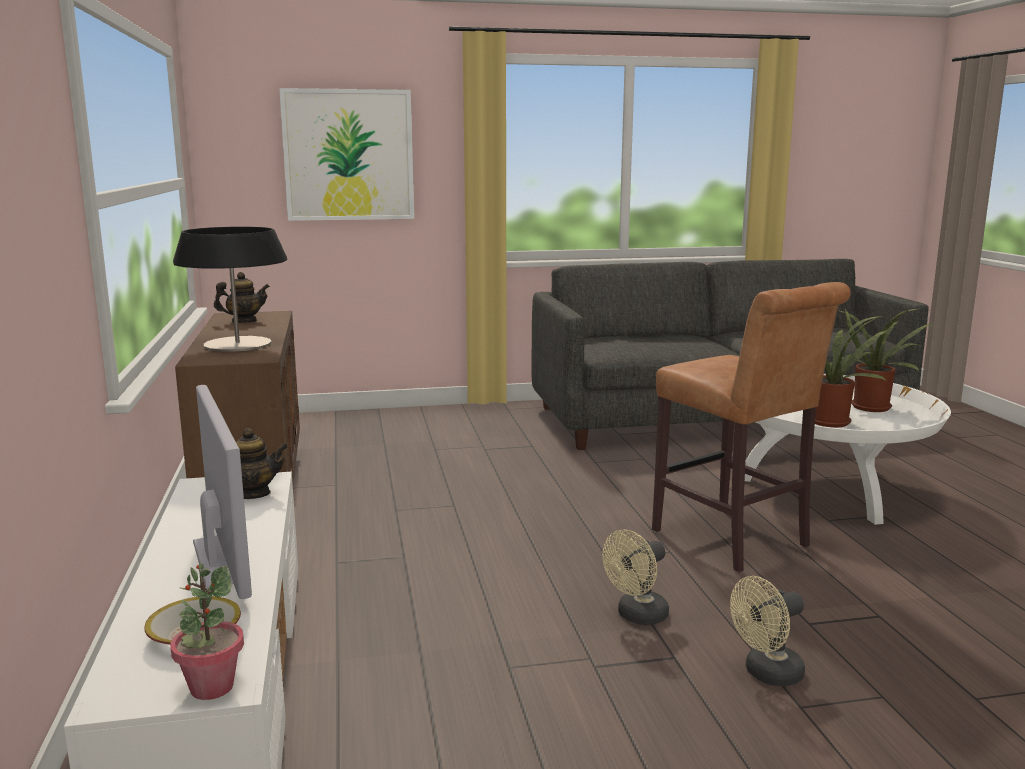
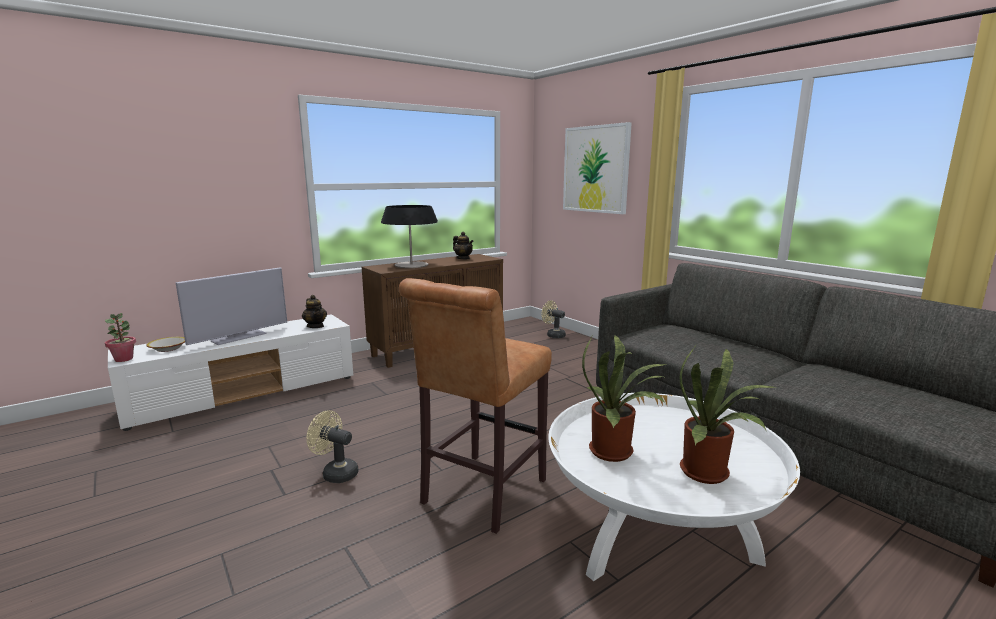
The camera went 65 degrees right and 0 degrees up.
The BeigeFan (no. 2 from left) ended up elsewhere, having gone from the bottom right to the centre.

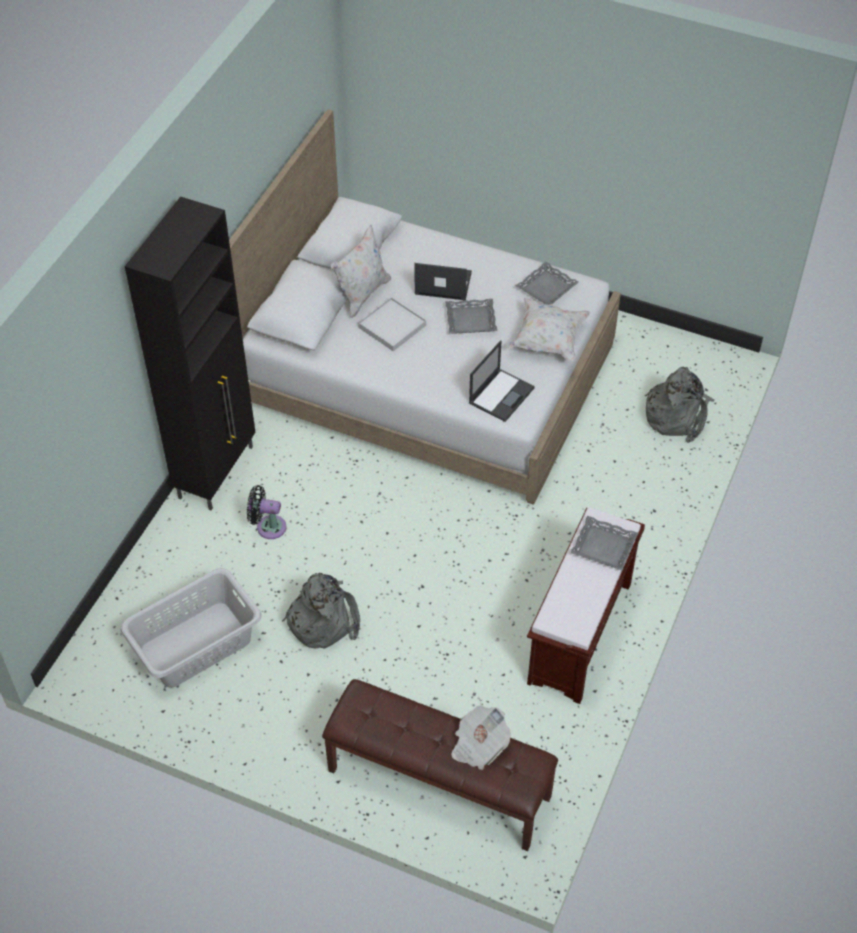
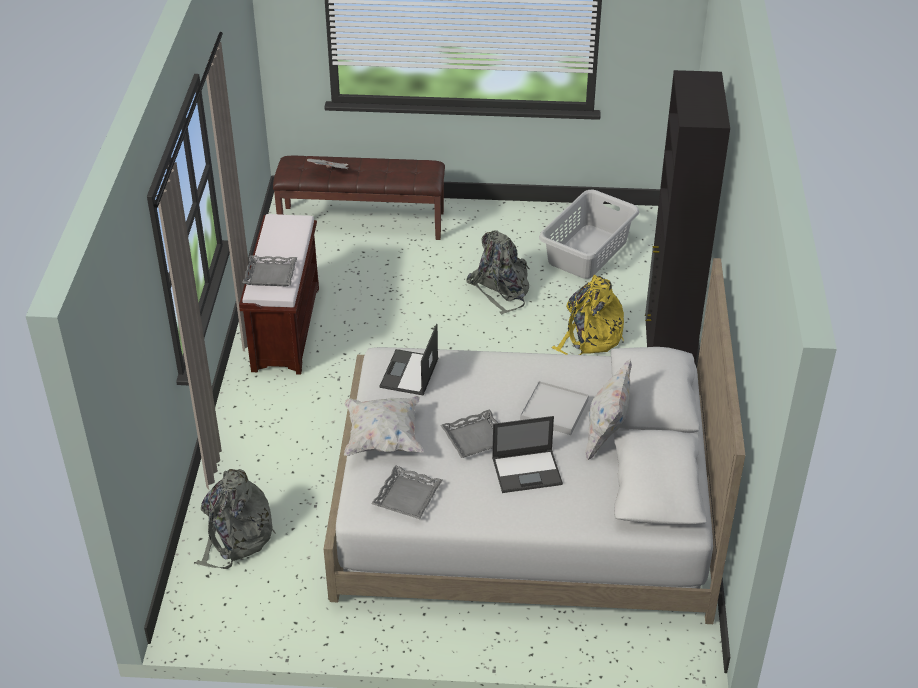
The camera went 160 degrees right and 10 degrees down.
Where the BlackFan stood at the middle left, the YellowBackpack came to stand at the centre.

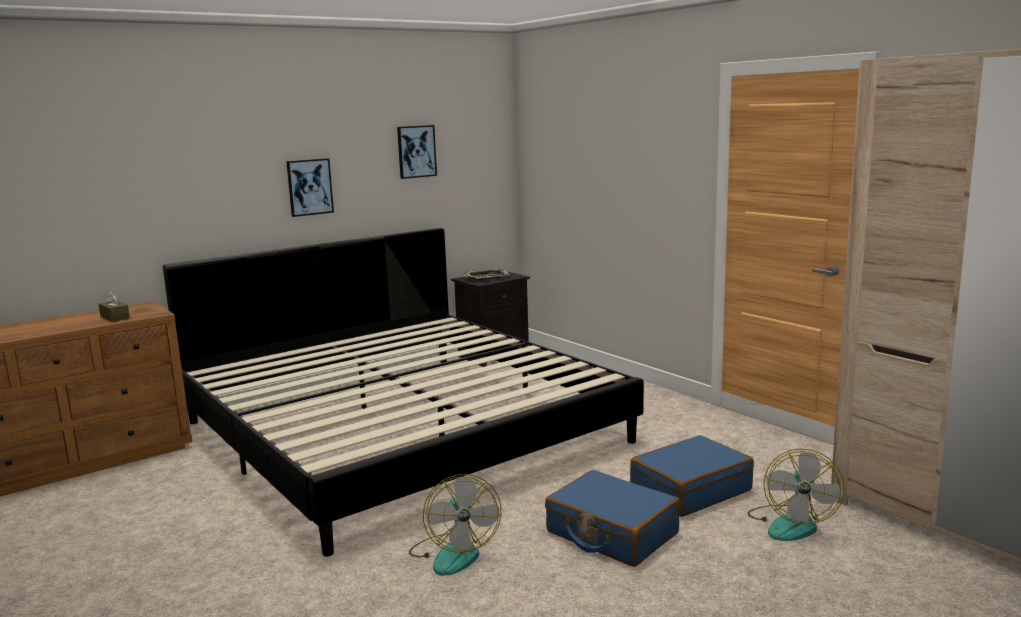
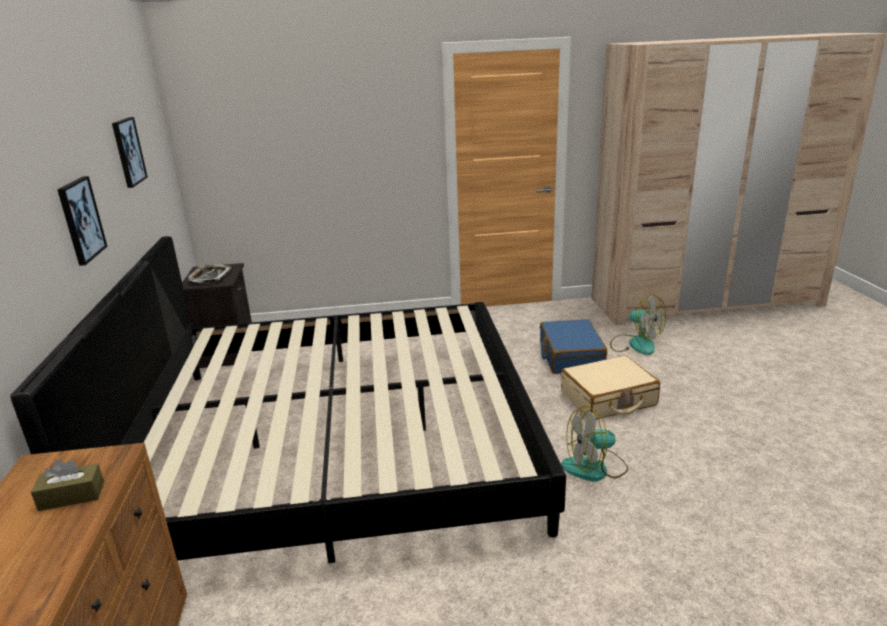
The camera went 60 degrees left and 10 degrees up.
What was the BlueSuitcase (no. 1 from left) at the bottom centre turned into the BeigeSuitcase at the middle right.
The Fan (no. 1 from left) at the bottom centre ended up facing another way, 150 degrees clockwise from before.

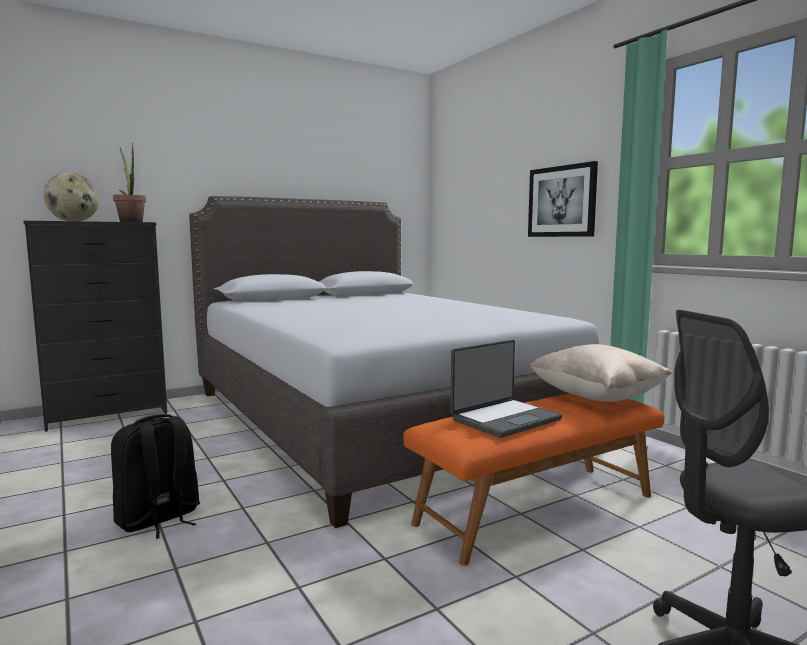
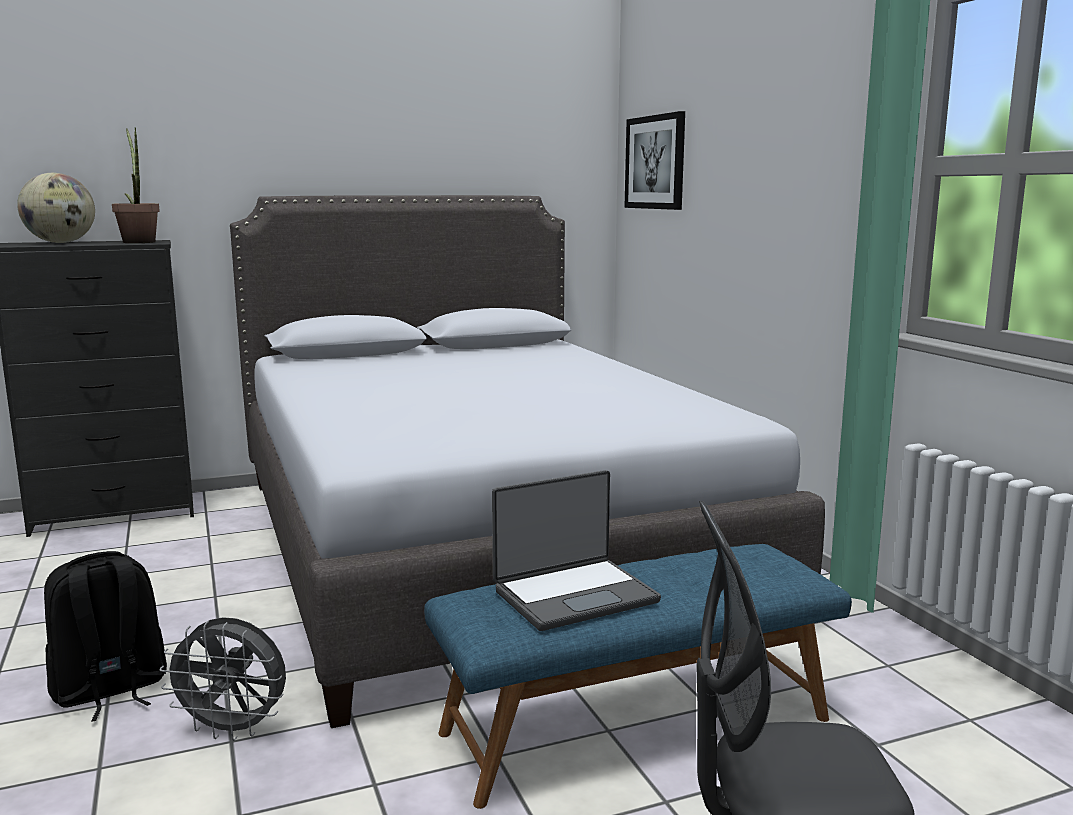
The camera went 10 degrees right and 5 degrees up.
The second view lost the BeigePillow at the middle right.
The second view gained the GreyFan at the bottom left.
The Picture ended up elsewhere, having gone from the top right to the top centre.
What was the OrangeBench at the bottom centre turned into the BlueBench at the bottom centre.

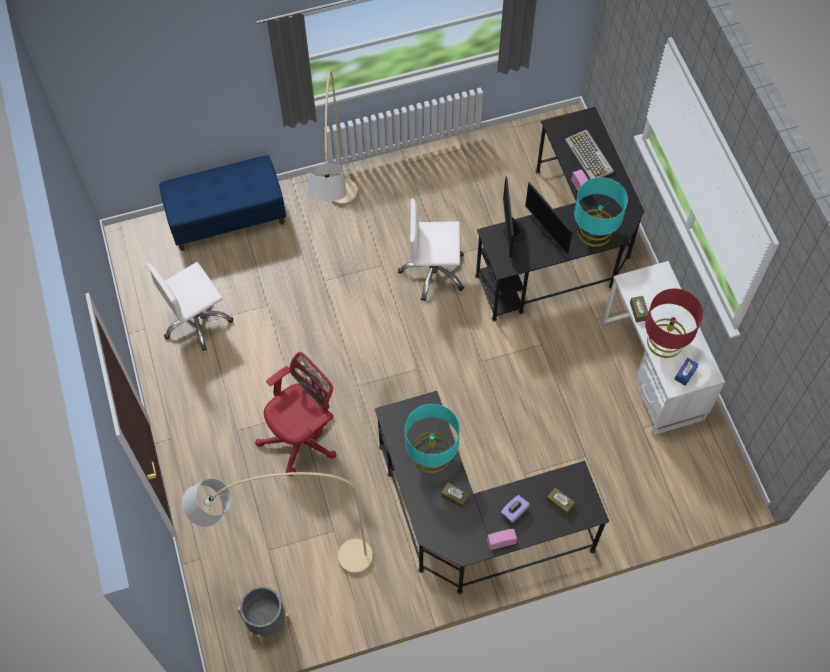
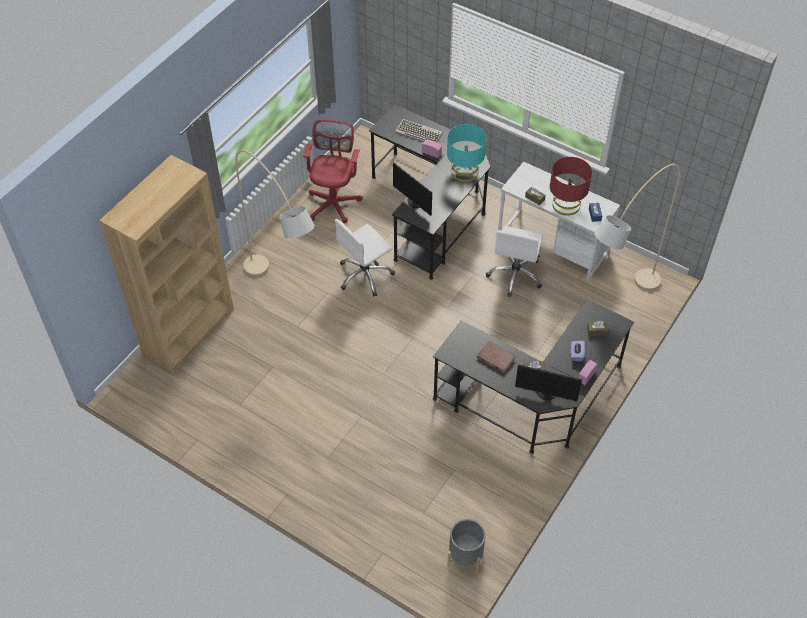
The camera went 40 degrees left and 10 degrees down.
The WhiteOfficeChair (no. 1 from left in the first image) ended up elsewhere, having gone from the middle left to the centre.
The BeigeFloorLamp (no. 1 from left in the first image) ended up elsewhere, having gone from the bottom centre to the middle right.
The RedOfficeChair ended up elsewhere, having gone from the centre to the top centre.
The Monitor (no. 2 from left) ended up elsewhere, having gone from the top centre to the middle right.
Where the BlueBench stood at the top left, the BrownBookcase came to stand at the middle left.
Where the TurquoiseTableLamp (no. 1 from left) stood at the centre, the BrownBook came to stand at the centre.

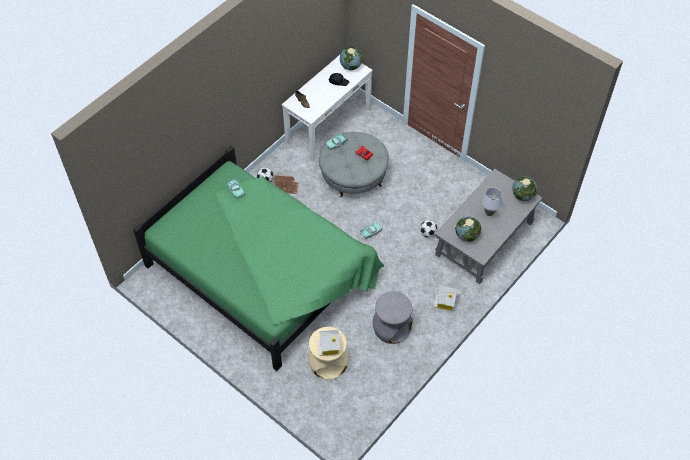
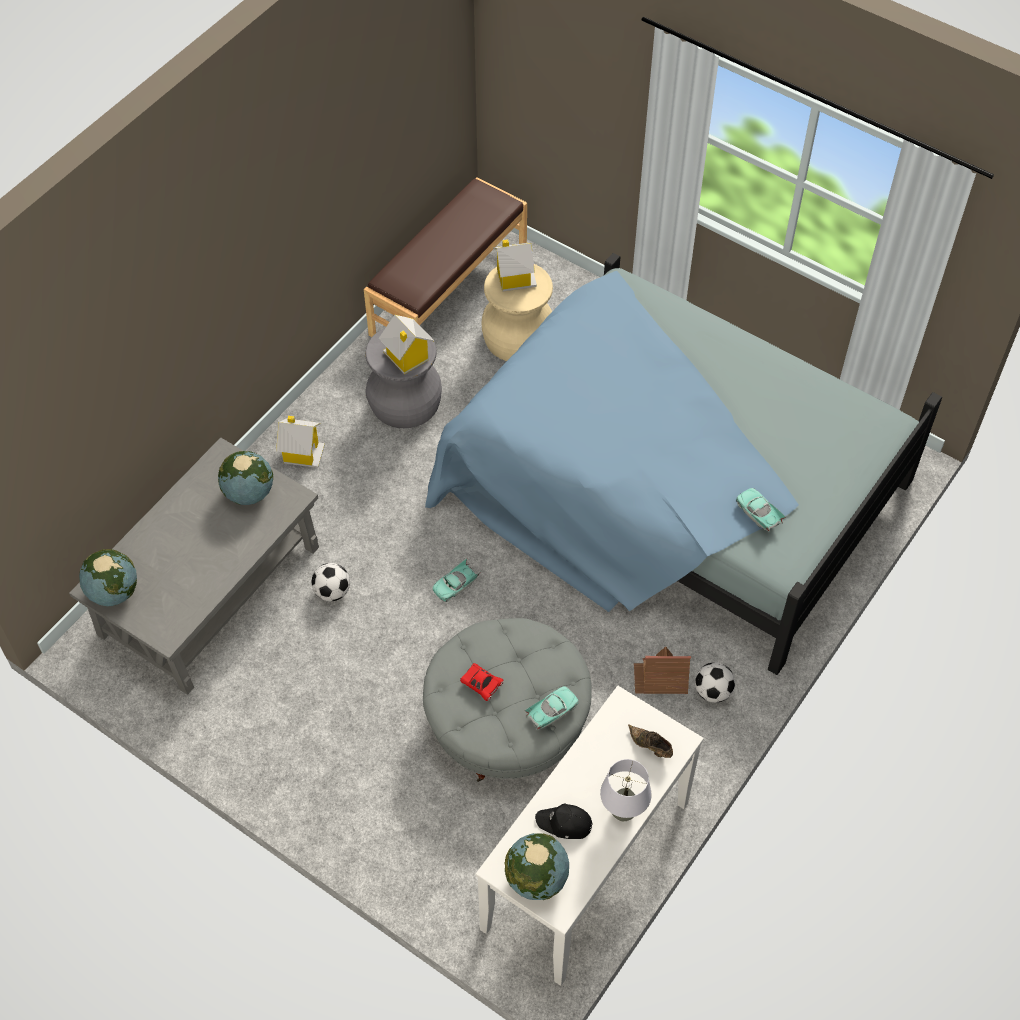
The camera went 175 degrees right and 0 degrees up.
The second view gained the BrownBench at the top centre.
The second view gained the ToyHouse (no. 2 from left) at the centre.
The GreyTableLamp ended up elsewhere, having gone from the middle right to the bottom centre.
What was the GreenBed at the centre turned into the BlueBed at the middle right.

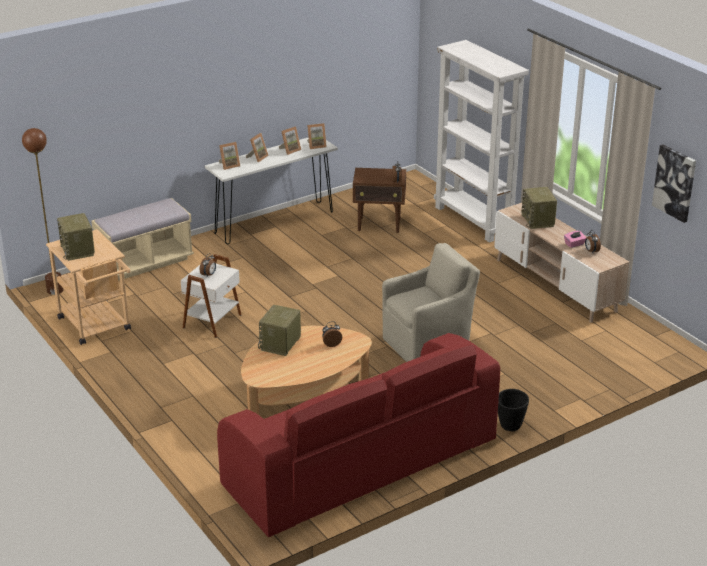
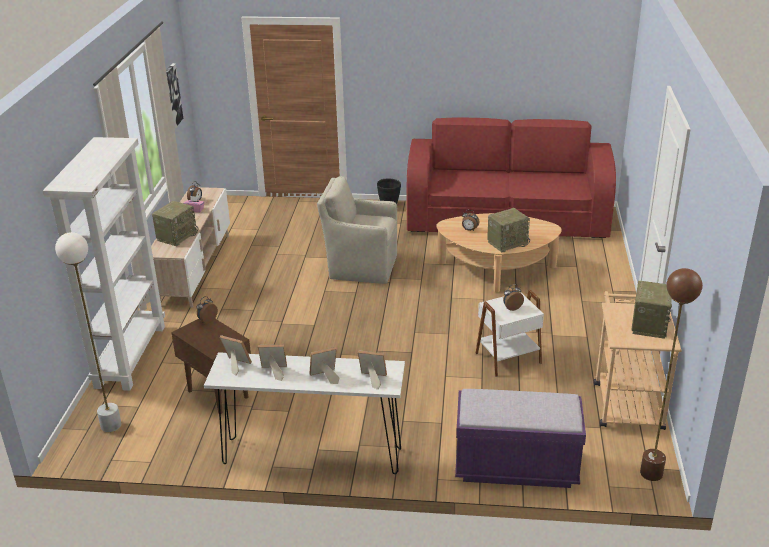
The camera went 140 degrees left and 0 degrees up.
The second view gained the WhiteFloorLamp at the middle left.
What was the BeigeBench at the middle left turned into the PurpleBench at the bottom right.

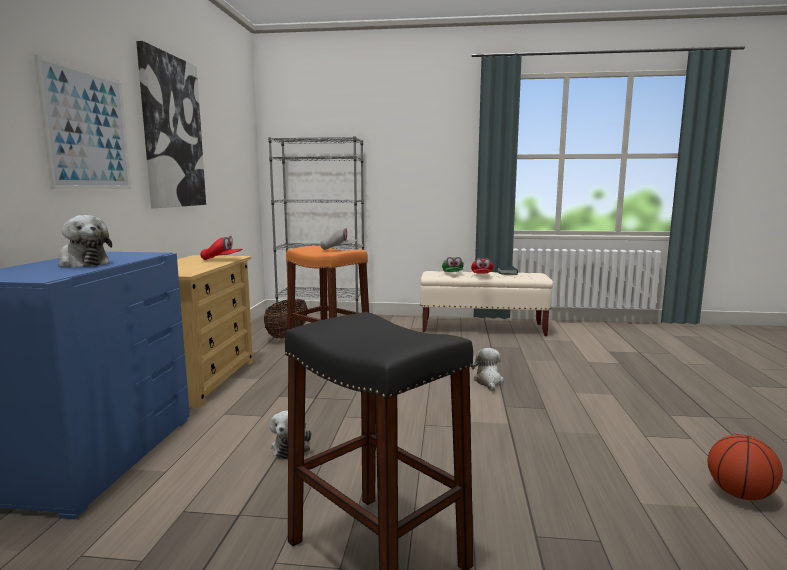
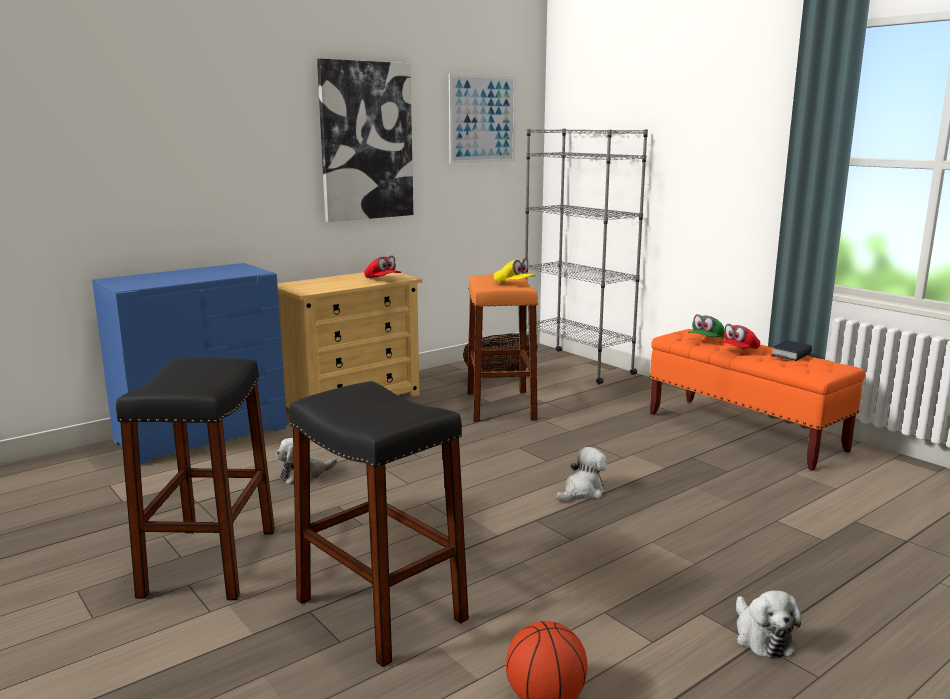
The camera went 45 degrees right and 5 degrees up.
The second view gained the BlackStool (no. 2 from left) at the bottom centre.
The Picture (no. 1 from left in the first image) ended up elsewhere, having gone from the top left to the top centre.
The PlushToy (no. 1 from left in the first image) ended up elsewhere, having gone from the middle left to the bottom right.
What was the GreyCap at the centre turned into the YellowCap at the centre.
What was the BeigeBench at the centre turned into the OrangeBench at the middle right.

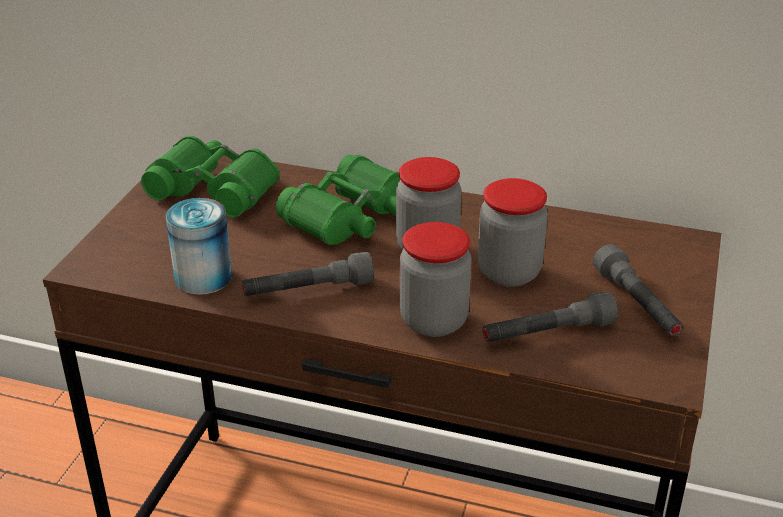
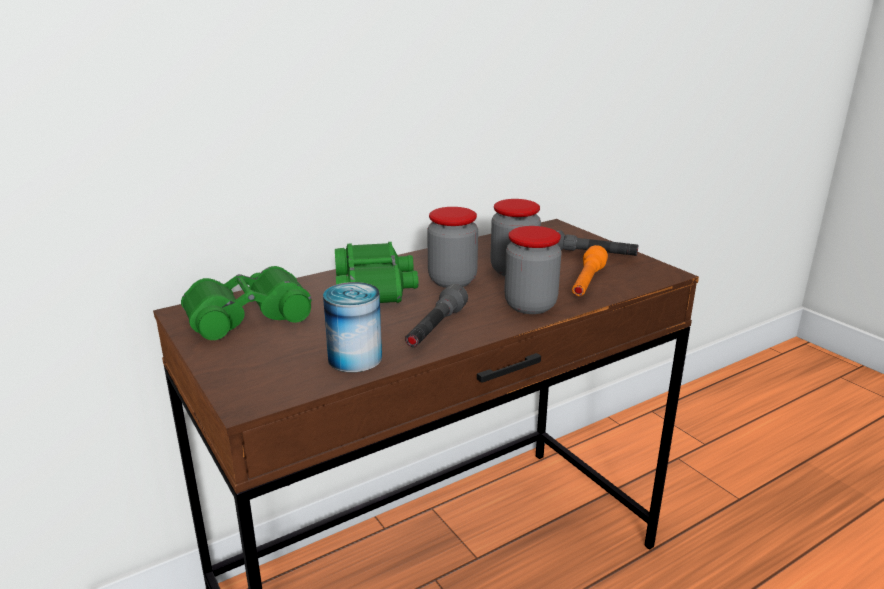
The camera went 50 degrees left and 10 degrees down.
What was the GreyFlashlight (no. 2 from left) at the middle right turned into the OrangeFlashlight at the middle right.

